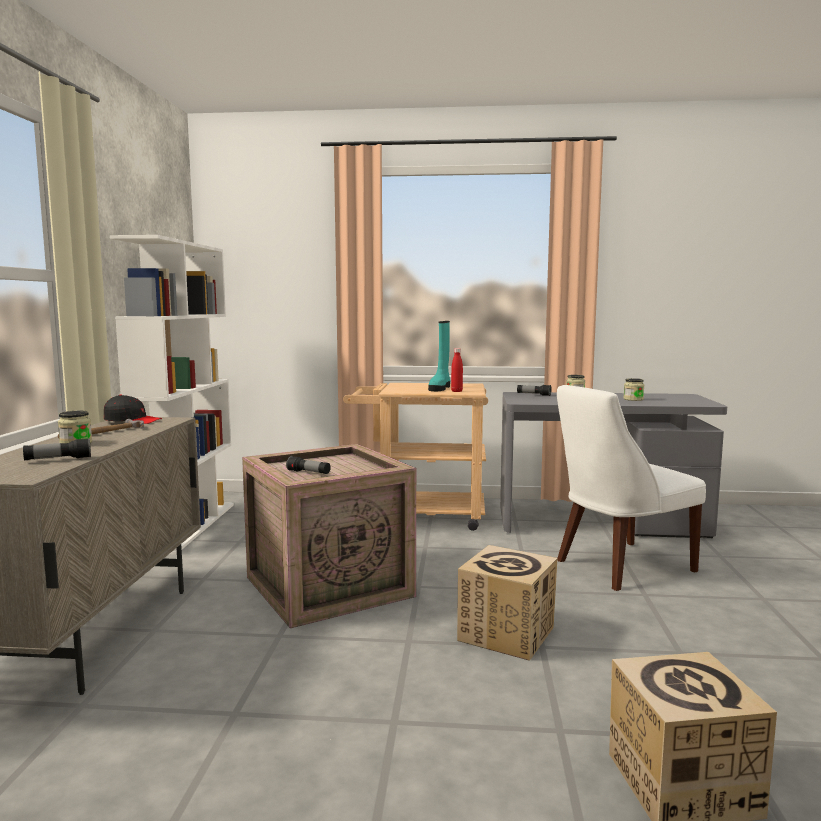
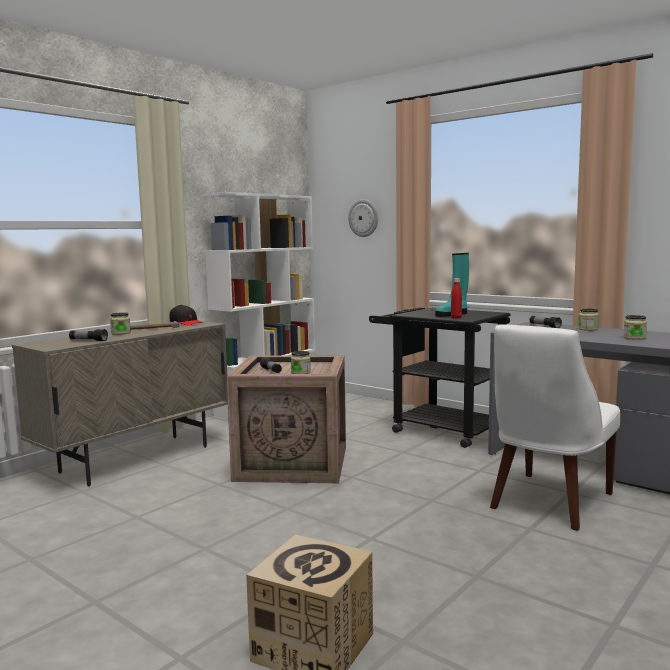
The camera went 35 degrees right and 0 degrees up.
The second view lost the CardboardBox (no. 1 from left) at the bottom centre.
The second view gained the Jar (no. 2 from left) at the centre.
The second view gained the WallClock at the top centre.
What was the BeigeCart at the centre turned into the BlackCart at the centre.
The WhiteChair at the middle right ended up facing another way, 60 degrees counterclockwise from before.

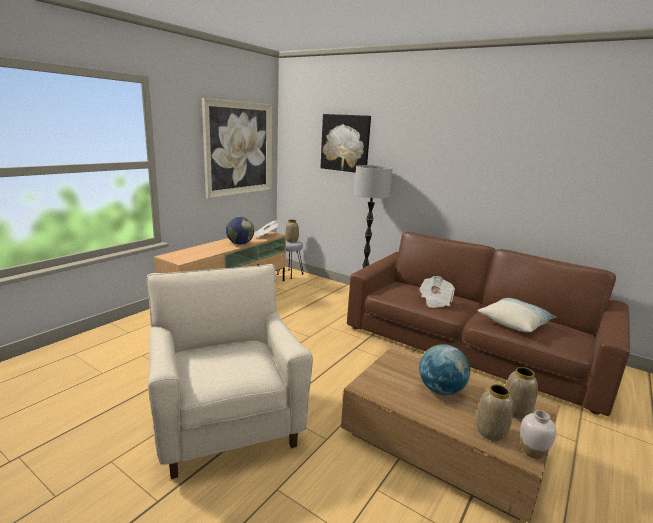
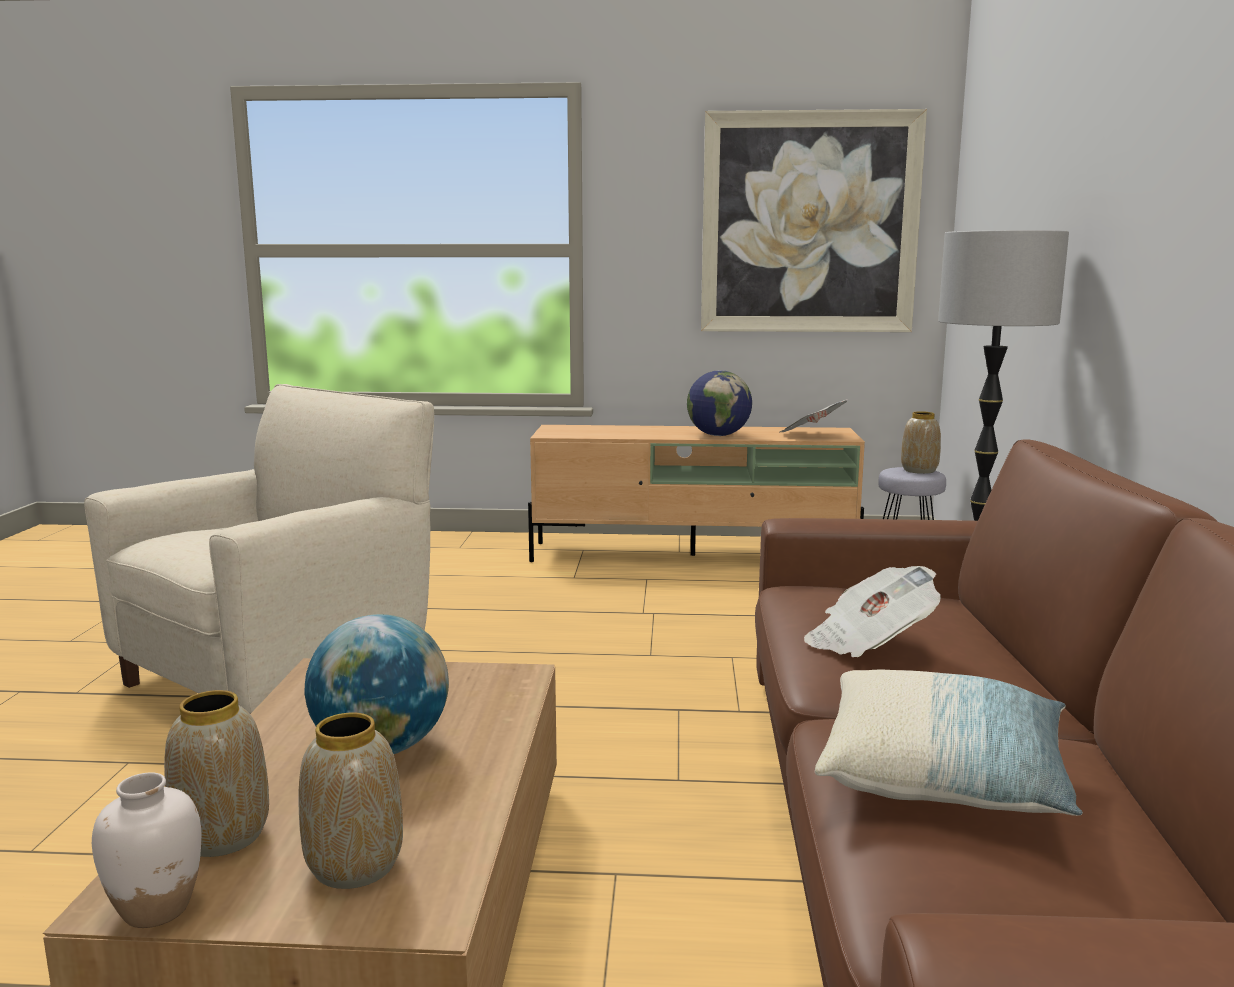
The camera went 60 degrees right and 5 degrees down.
The second view lost the Picture (no. 2 from left) at the top centre.

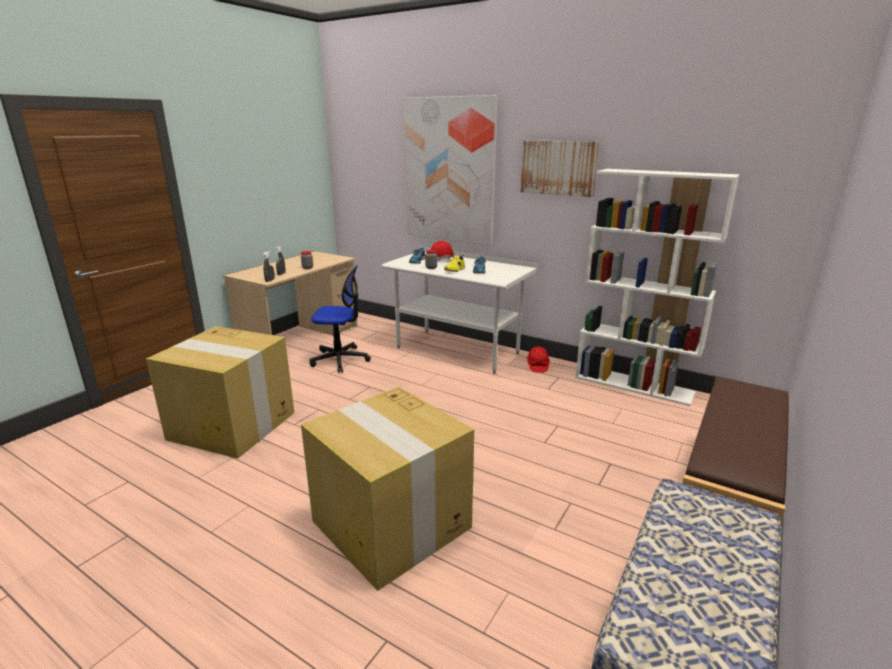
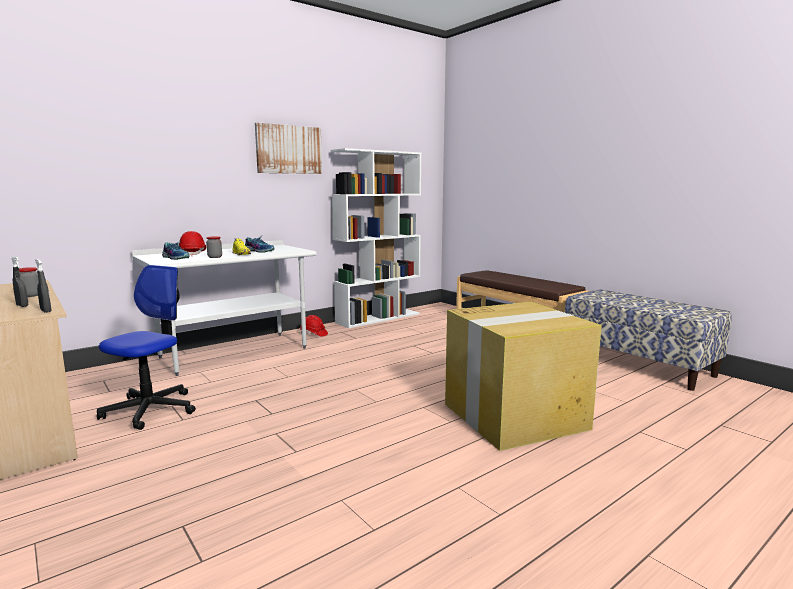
The camera went 70 degrees left and 10 degrees down.
The second view lost the CardboardBox (no. 1 from left) at the middle left.
The second view lost the Picture (no. 1 from left) at the top centre.

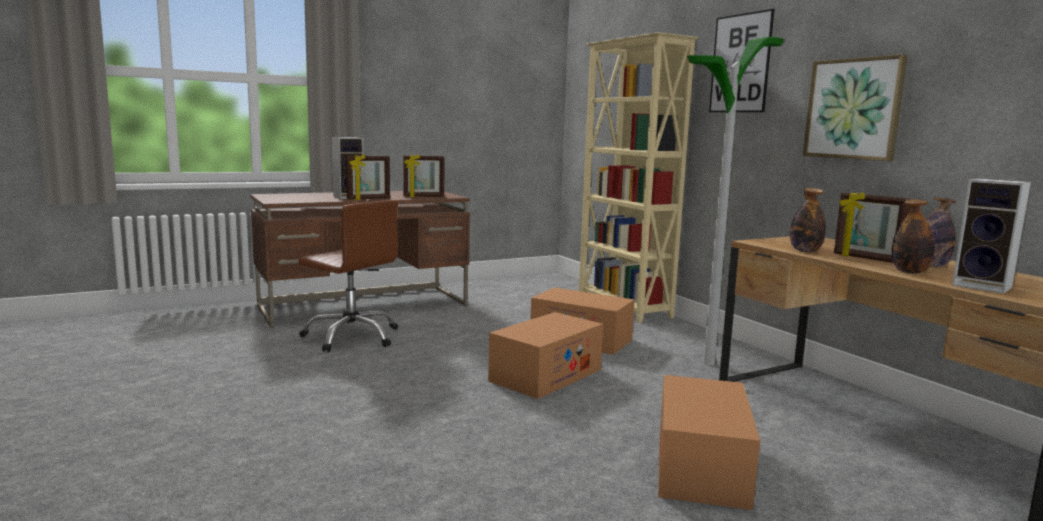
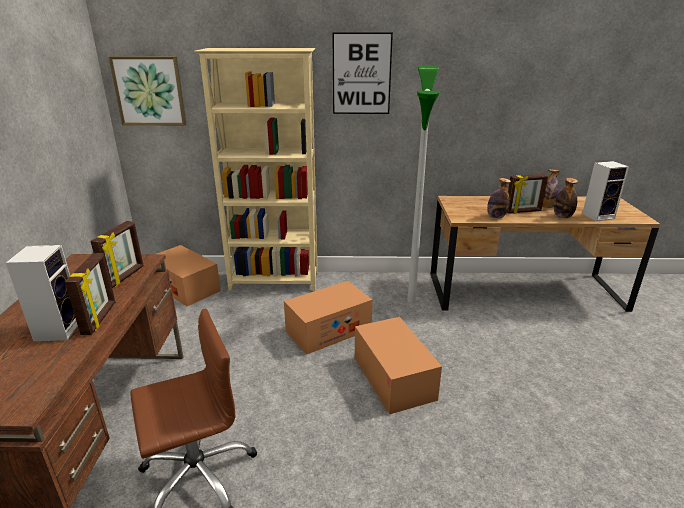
The camera went 60 degrees left and 15 degrees up.
The CardboardBox (no. 3 from left in the first image) ended up elsewhere, having gone from the bottom right to the middle left.
The Picture (no. 2 from left in the first image) ended up elsewhere, having gone from the top right to the top left.

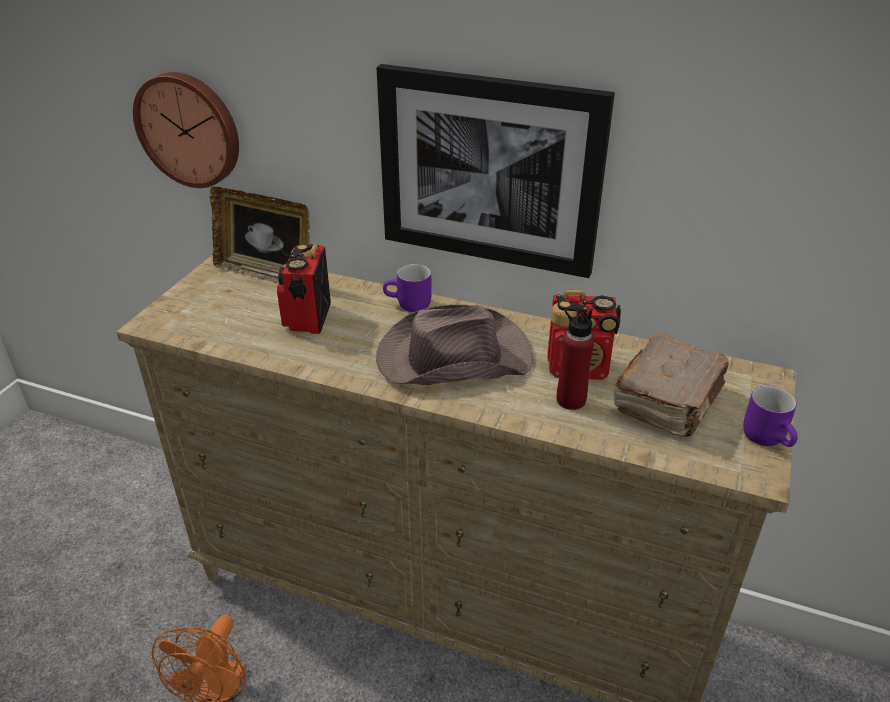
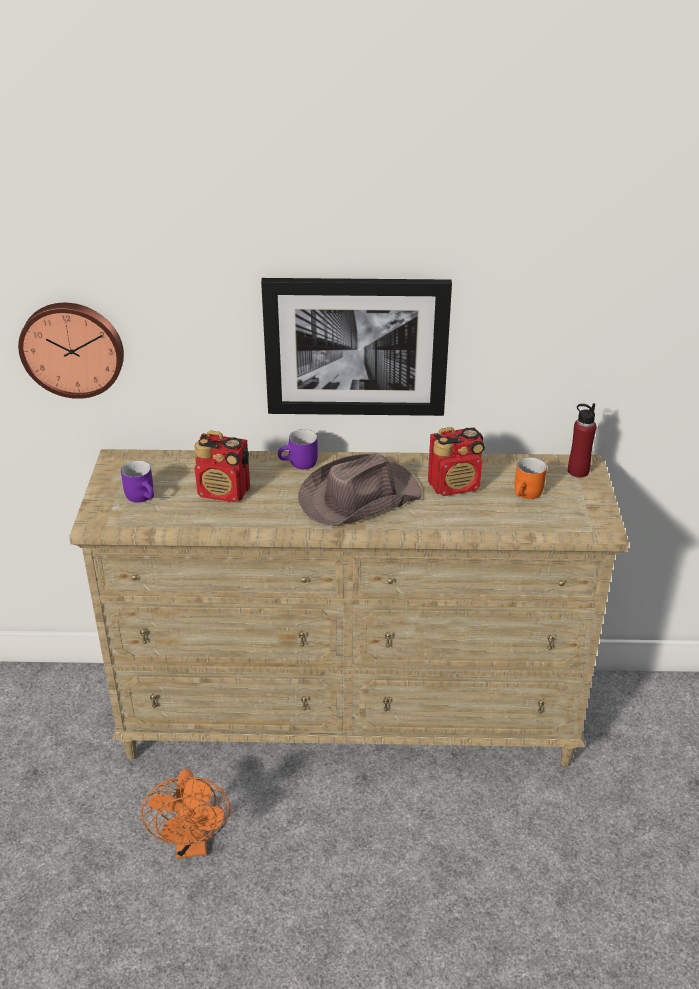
The camera went 20 degrees left and 0 degrees up.
The second view lost the PictureFrame at the middle left.
The RedBottle ended up elsewhere, having gone from the centre to the middle right.
The PurpleMug (no. 2 from left in the first image) ended up elsewhere, having gone from the middle right to the middle left.
Where the BrownBook stood at the middle right, the OrangeMug came to stand at the middle right.
The Radio (no. 1 from left) at the centre ended up facing another way, 60 degrees counterclockwise from before.

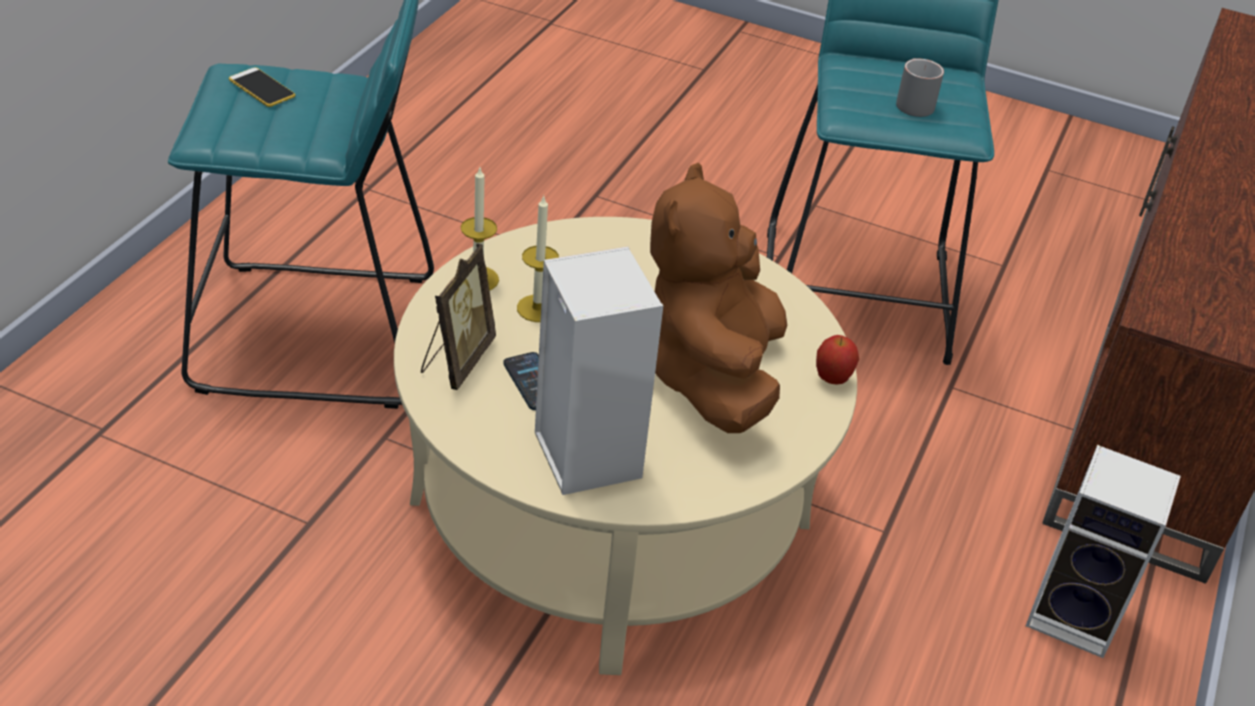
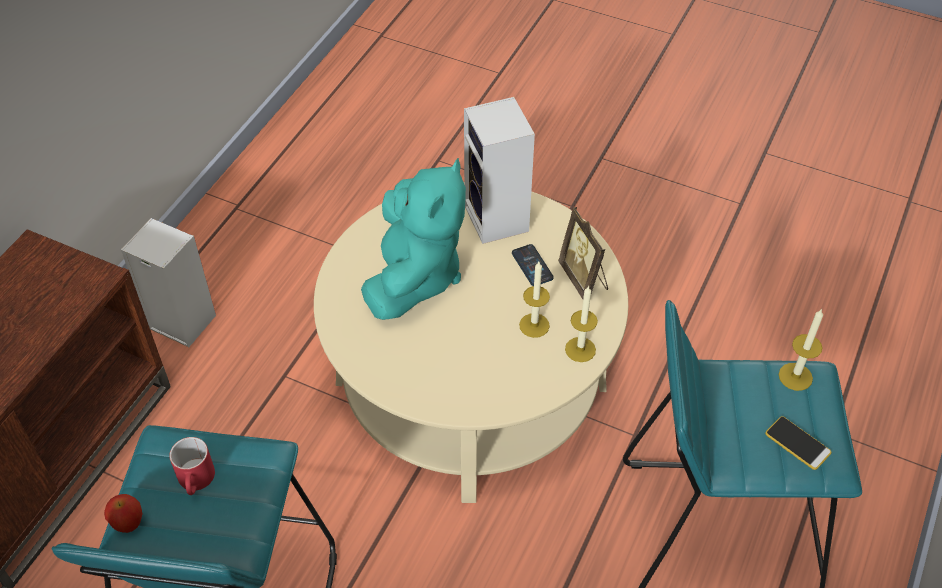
The camera went 175 degrees left and 10 degrees up.
The second view gained the Candle (no. 3 from left) at the middle right.
The Apple ended up elsewhere, having gone from the middle right to the bottom left.
What was the BrownPlushToy at the centre turned into the TurquoisePlushToy at the centre.
What was the GreyMug at the top right turned into the RedMug at the bottom left.
The PictureFrame at the centre ended up facing another way, 45 degrees counterclockwise from before.

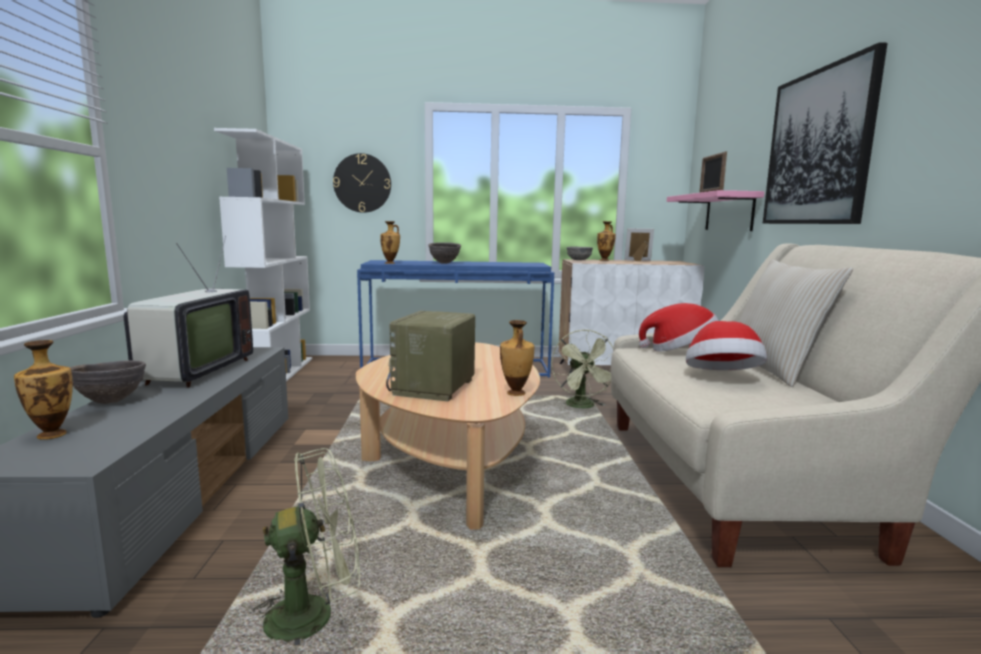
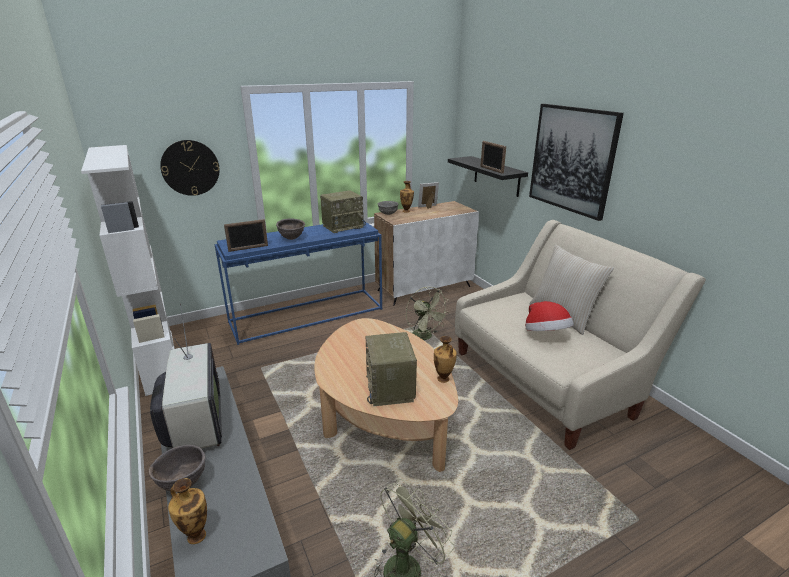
The camera went 25 degrees left and 15 degrees up.
The second view lost the Hat (no. 1 from left) at the middle right.
The second view gained the Radio (no. 1 from left) at the centre.
Where the Vase (no. 2 from left) stood at the centre, the PictureFrame (no. 1 from left) came to stand at the middle left.
What was the PinkShelf at the top right turned into the BlackShelf at the top centre.

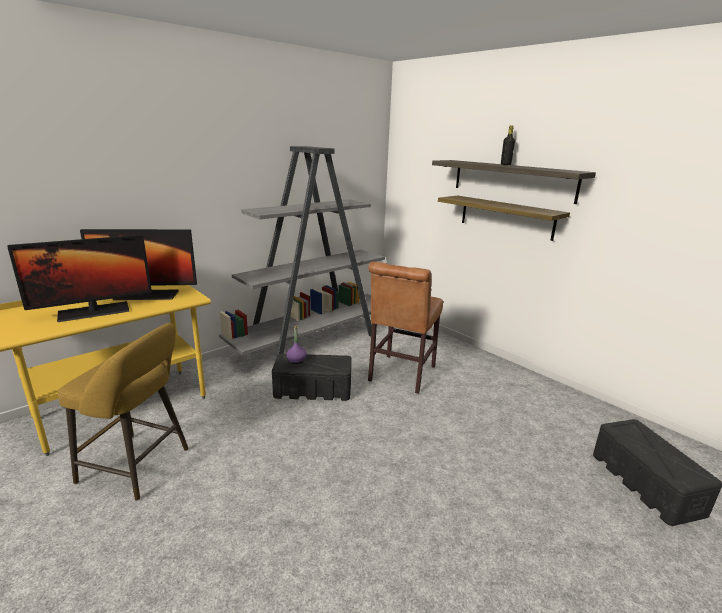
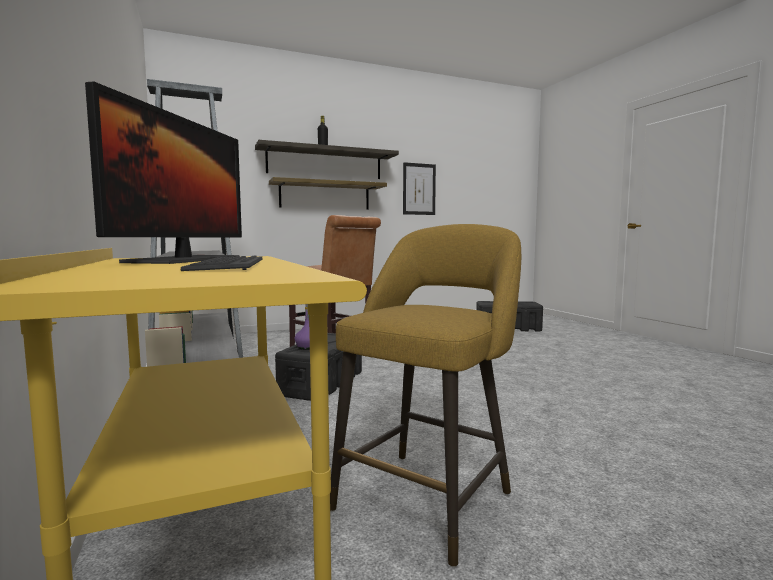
The camera went 70 degrees left and 15 degrees down.
The second view gained the Picture at the top centre.
Where the Monitor (no. 1 from left) stood at the middle left, the Keyboard came to stand at the middle left.

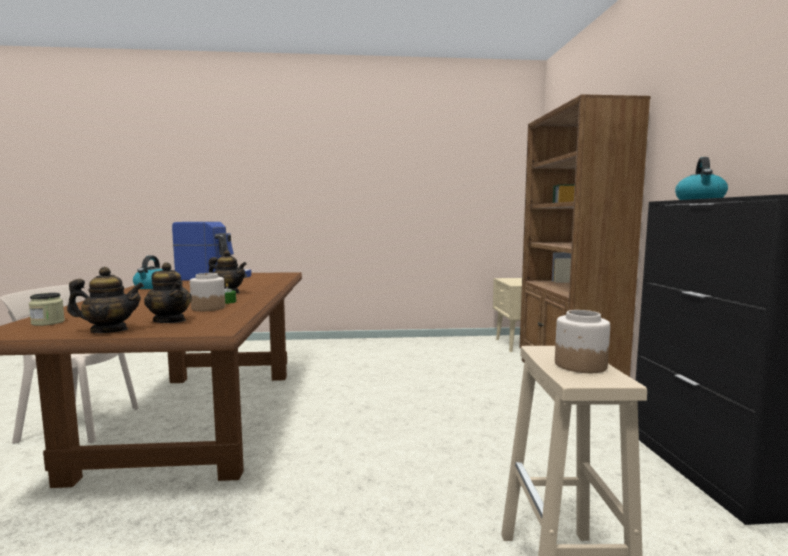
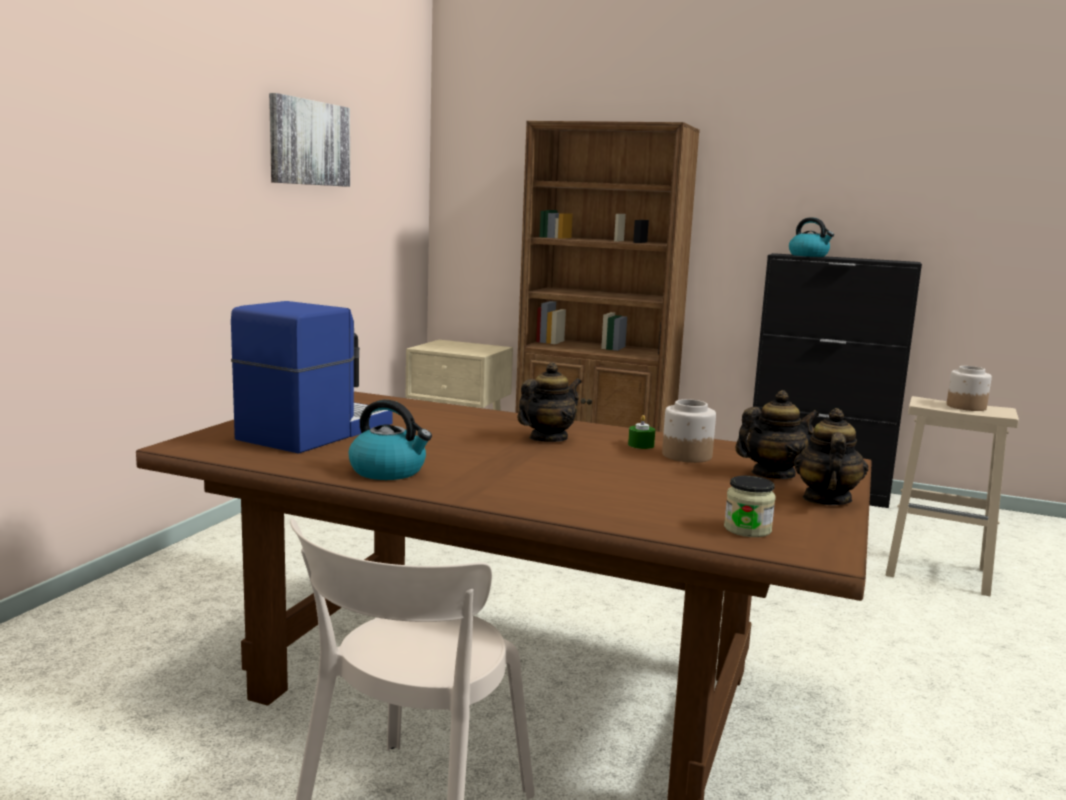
The camera went 65 degrees left and 5 degrees up.
The second view gained the Picture at the top left.

